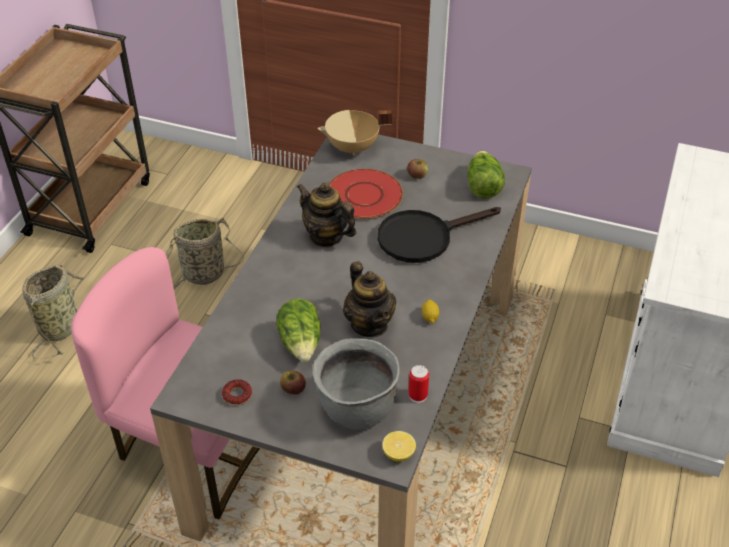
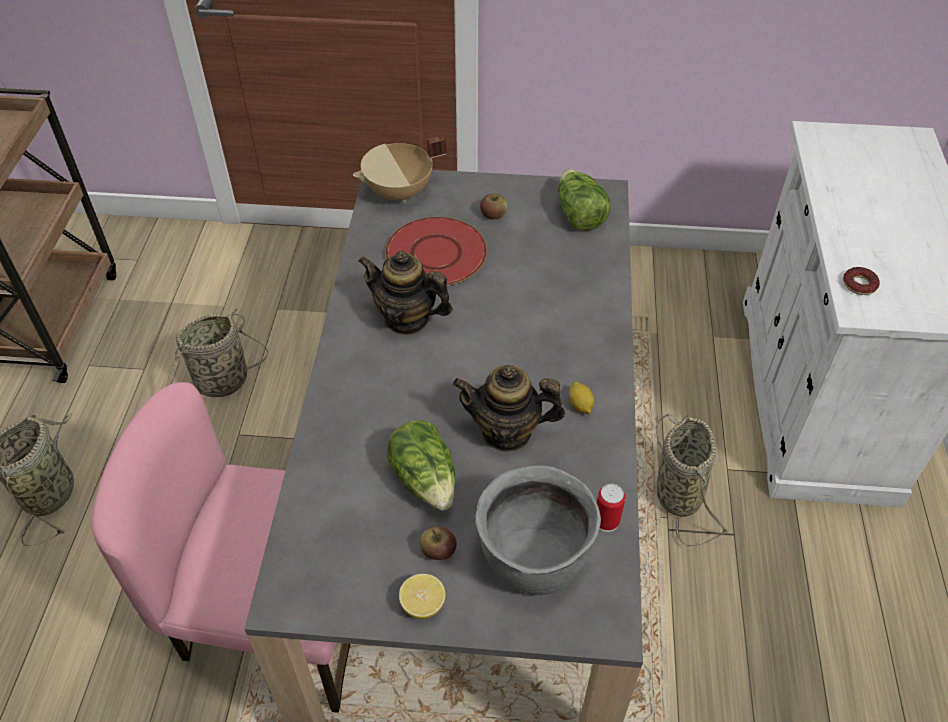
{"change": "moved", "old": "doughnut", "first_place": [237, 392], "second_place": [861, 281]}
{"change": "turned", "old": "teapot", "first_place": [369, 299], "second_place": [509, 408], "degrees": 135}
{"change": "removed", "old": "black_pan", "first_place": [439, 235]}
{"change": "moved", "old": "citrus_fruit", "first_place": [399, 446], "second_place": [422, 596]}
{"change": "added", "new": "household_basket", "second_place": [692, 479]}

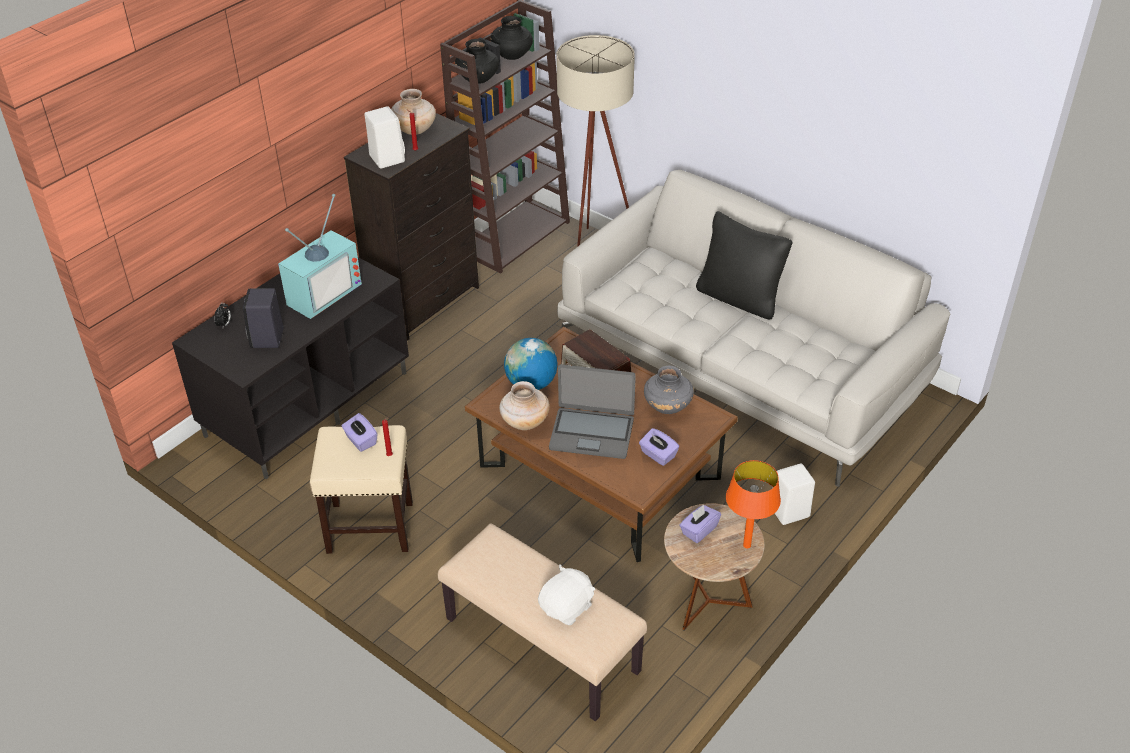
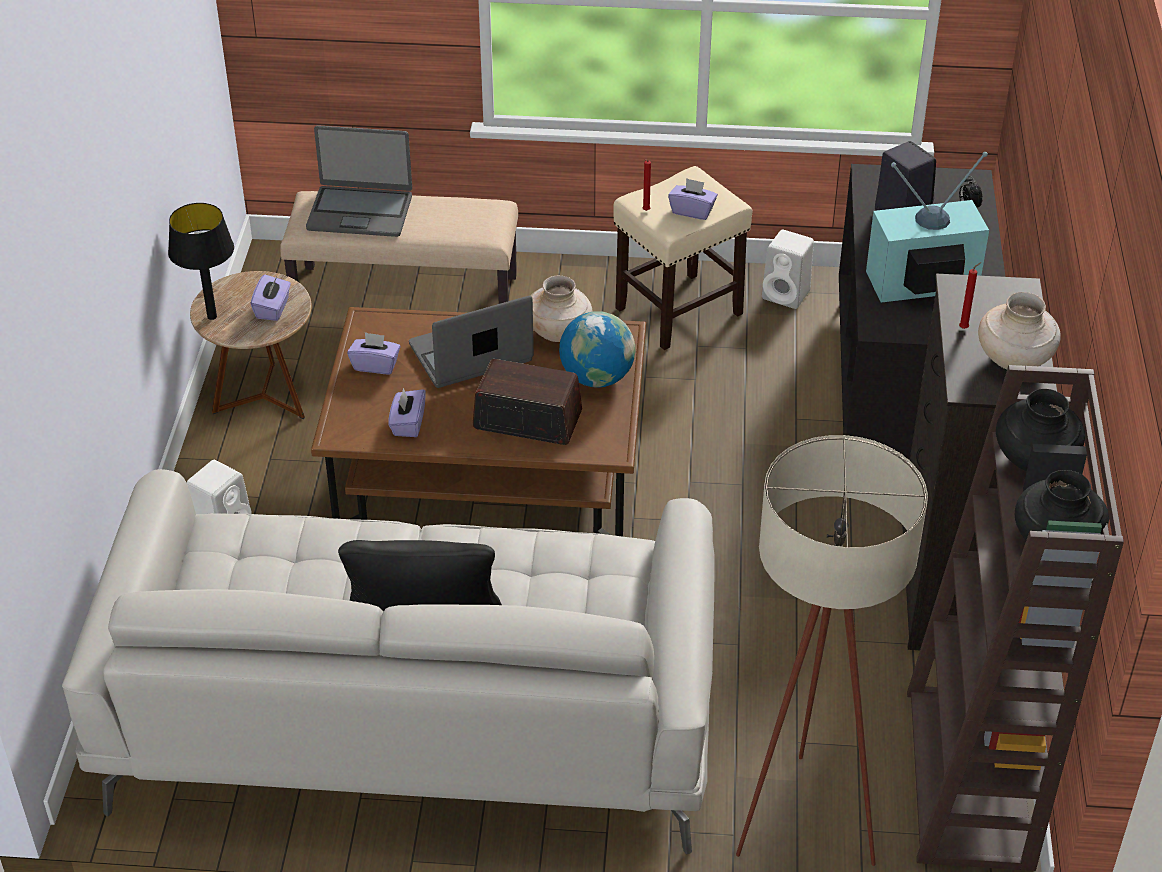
{"change": "turned", "old": "television", "first_place": [320, 256], "second_place": [927, 227], "degrees": 75}
{"change": "moved", "old": "whitish_speaker", "first_place": [384, 137], "second_place": [788, 269]}
{"change": "replaced", "old": "whitish_plush_toy", "new": "portable_computer", "first_place": [566, 594], "second_place": [359, 181]}
{"change": "replaced", "old": "grey_vase", "new": "purplish_tissue_holder", "first_place": [669, 390], "second_place": [407, 412]}
{"change": "recoloured", "old": "orange_table_lamp", "new": "black_table_lamp", "first_place": [753, 504], "second_place": [201, 261]}

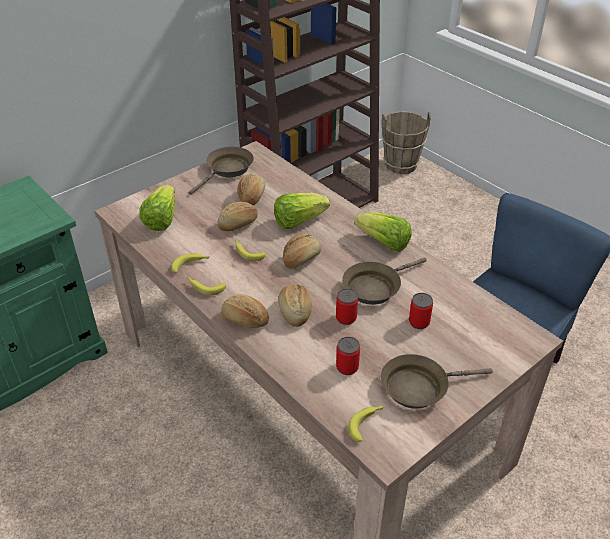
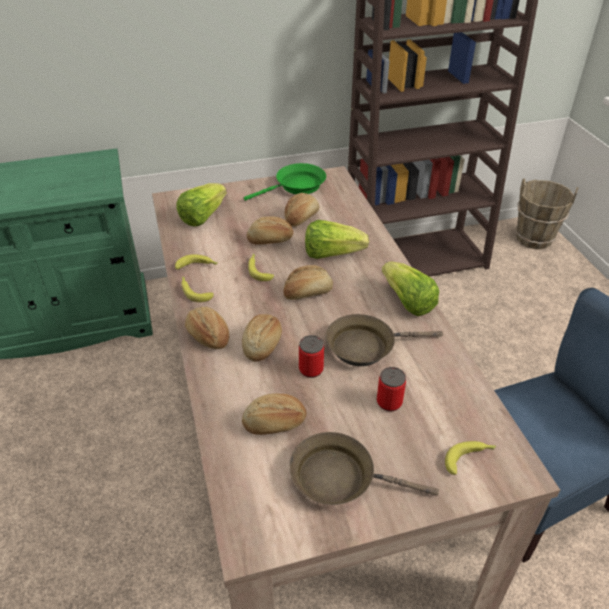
{"change": "recoloured", "old": "brownish_pan", "new": "green_pan", "first_place": [221, 170], "second_place": [285, 182]}
{"change": "replaced", "old": "metal_can", "new": "bread", "first_place": [348, 356], "second_place": [274, 414]}
{"change": "moved", "old": "banana_fruit", "first_place": [366, 423], "second_place": [470, 458]}

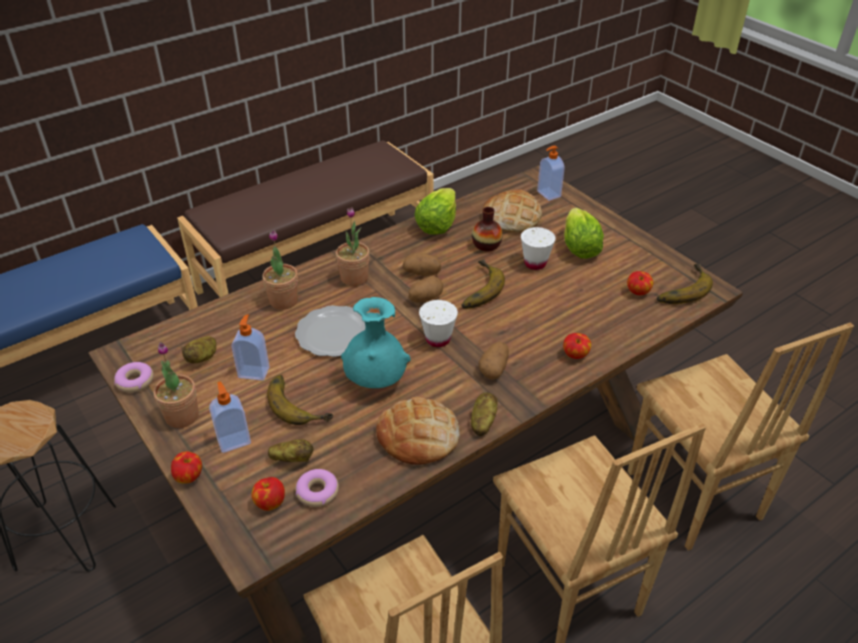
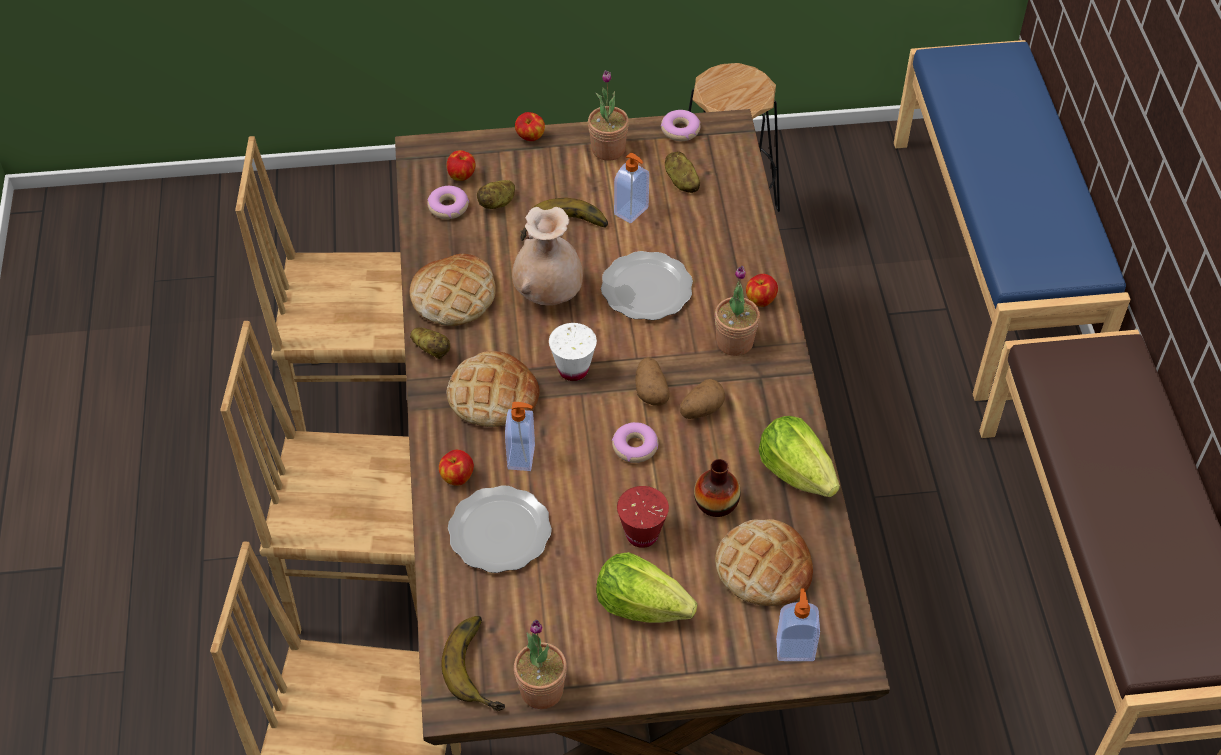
{"change": "moved", "old": "liquid_soap_bottle", "first_place": [230, 417], "second_place": [520, 436]}
{"change": "moved", "old": "plant_in_a_pot", "first_place": [280, 270], "second_place": [540, 664]}
{"change": "recoloured", "old": "blue-green_vase", "new": "sand-coloured_vase", "first_place": [375, 342], "second_place": [547, 256]}
{"change": "replaced", "old": "banana_fruit", "new": "doughnut", "first_place": [483, 284], "second_place": [635, 442]}
{"change": "replaced", "old": "potato", "new": "bread", "first_place": [494, 361], "second_place": [493, 389]}
{"change": "recoloured", "old": "whitish_cup", "new": "reddish_cup", "first_place": [538, 248], "second_place": [643, 517]}
{"change": "moved", "old": "apple", "first_place": [640, 283], "second_place": [762, 290]}
{"change": "added", "new": "dinner_plate", "second_place": [500, 529]}

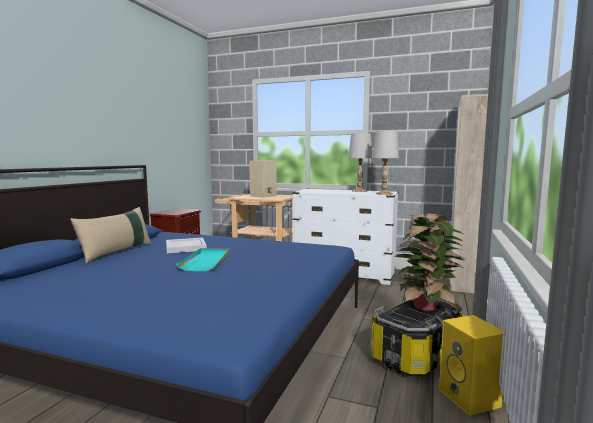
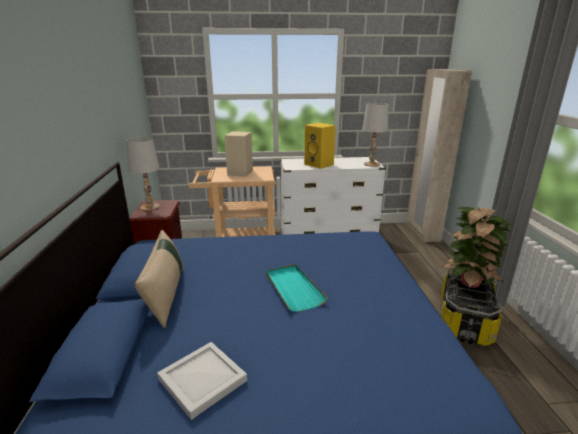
{"change": "moved", "old": "whitish_serving_tray", "first_place": [186, 245], "second_place": [202, 381]}
{"change": "moved", "old": "whitish_table_lamp", "first_place": [360, 162], "second_place": [143, 174]}
{"change": "moved", "old": "yellow-coloured_speaker", "first_place": [471, 365], "second_place": [320, 146]}

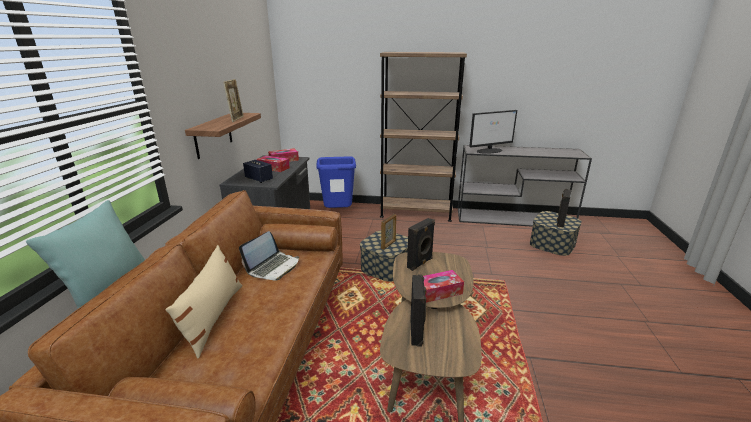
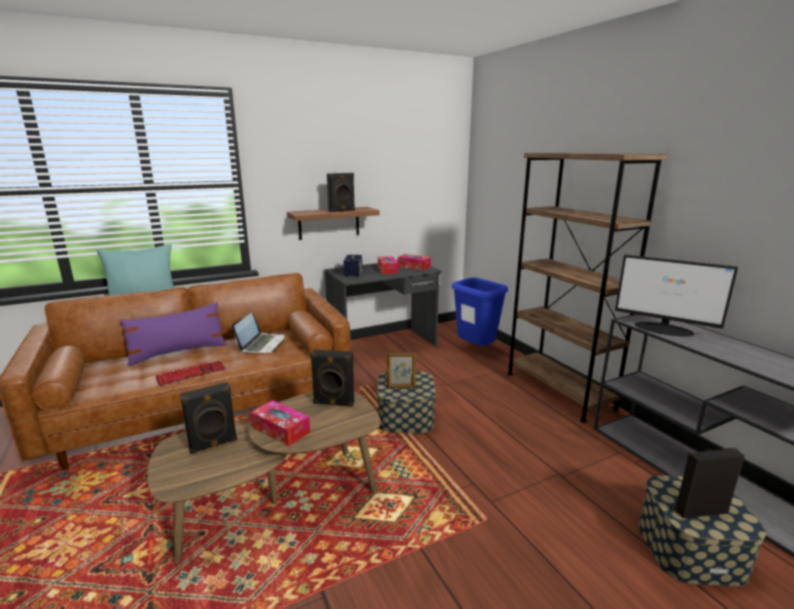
{"change": "recoloured", "old": "sand-coloured_throw_pillow", "new": "purplish_throw_pillow", "first_place": [203, 302], "second_place": [173, 334]}
{"change": "replaced", "old": "standing_frame", "new": "black_speaker", "first_place": [233, 100], "second_place": [341, 192]}
{"change": "turned", "old": "portable_computer", "first_place": [269, 255], "second_place": [258, 333], "degrees": -75}
{"change": "added", "new": "computer_keyboard", "second_place": [190, 373]}

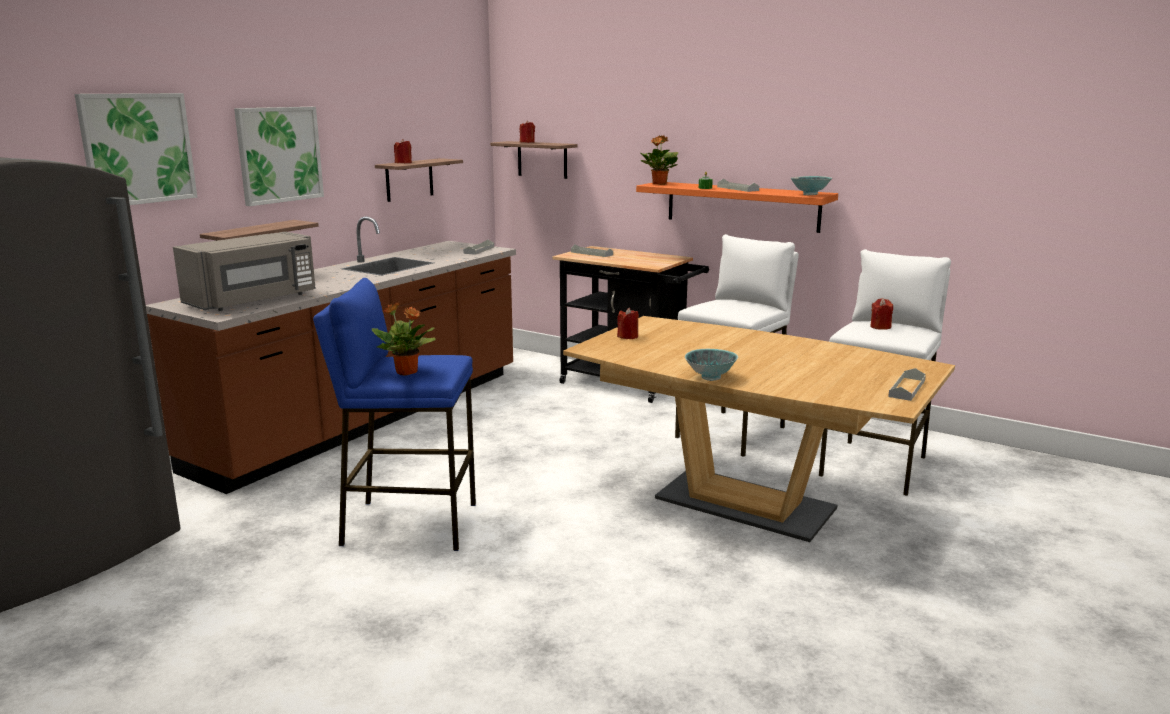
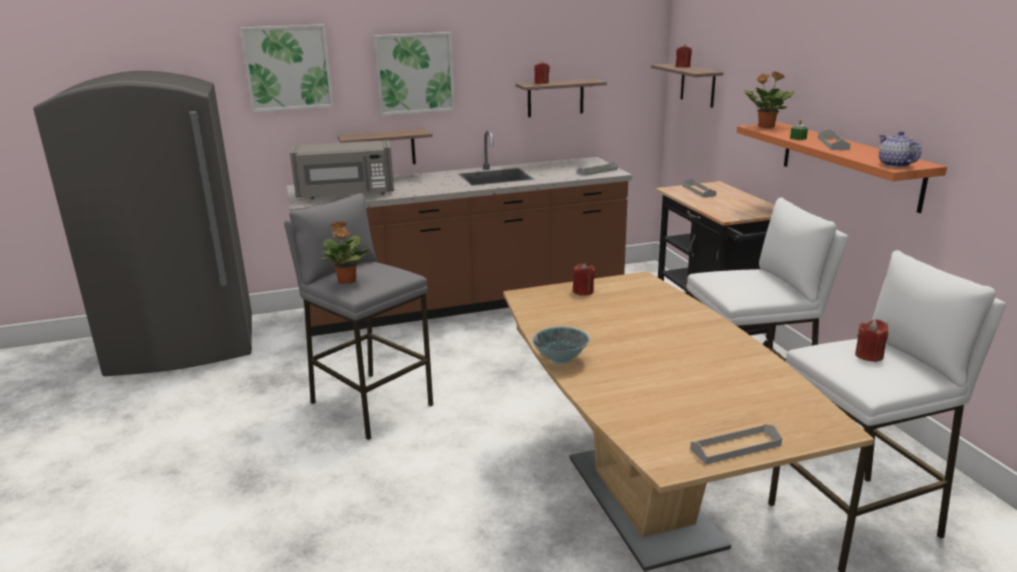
{"change": "recoloured", "old": "bluish_stool", "new": "grey_stool", "first_place": [394, 414], "second_place": [358, 316]}
{"change": "replaced", "old": "serving_bowl", "new": "teapot", "first_place": [811, 185], "second_place": [900, 149]}

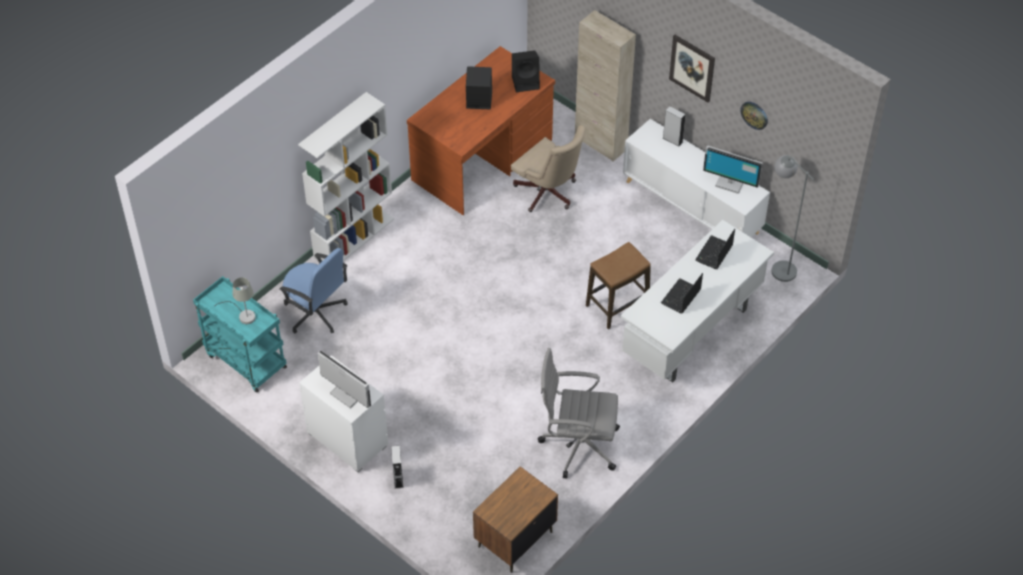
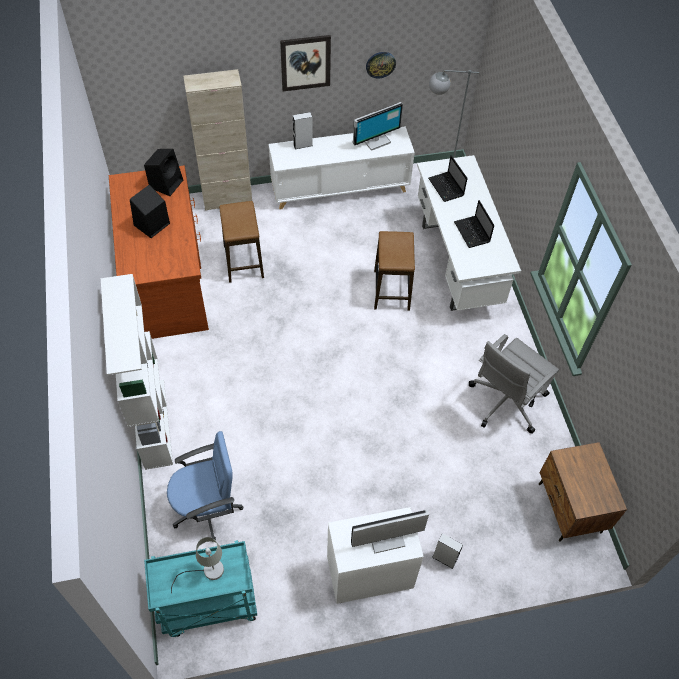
{"change": "replaced", "old": "sand-coloured_computer_chair", "new": "stool", "first_place": [548, 168], "second_place": [241, 242]}

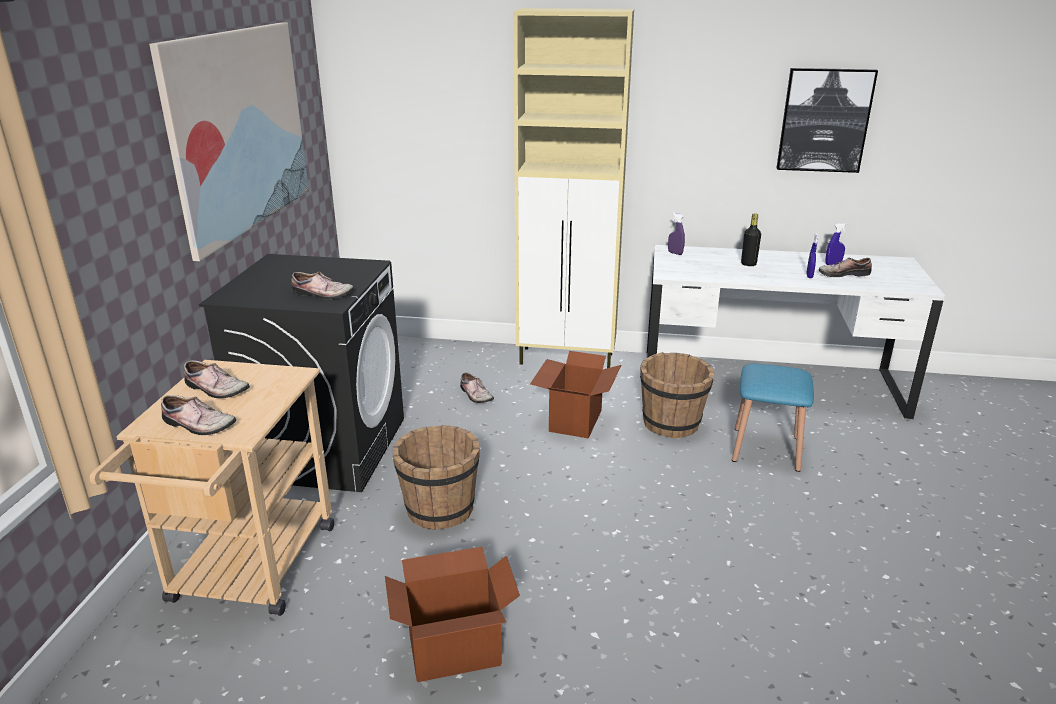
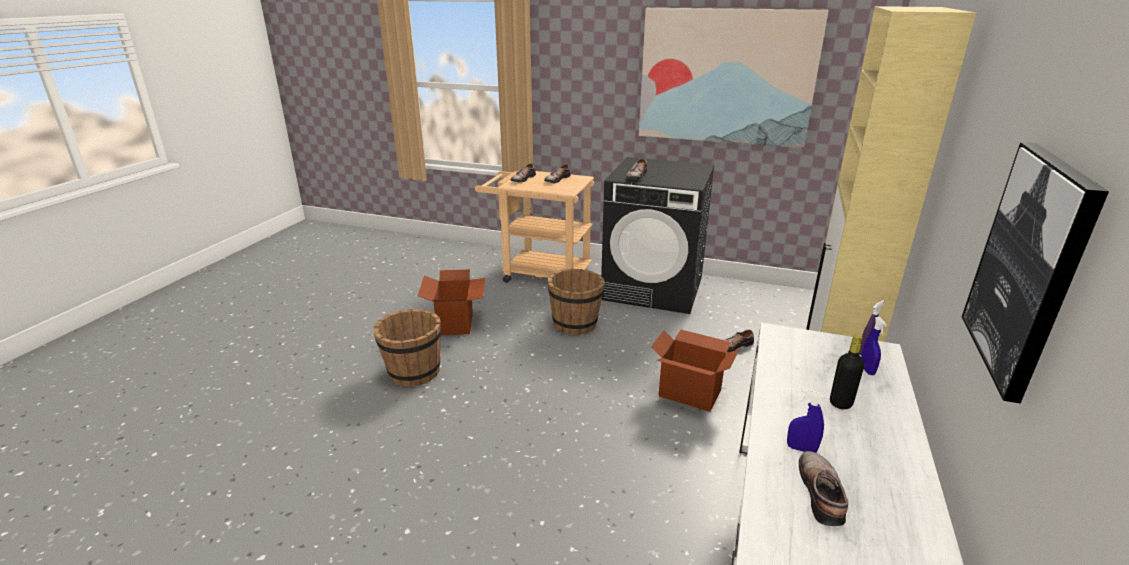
{"change": "moved", "old": "brownish_water_bucket", "first_place": [677, 395], "second_place": [407, 348]}
{"change": "removed", "old": "bluish_stool", "first_place": [773, 418]}
{"change": "moved", "old": "bluish_hand_sprayer", "first_place": [836, 244], "second_place": [874, 346]}

